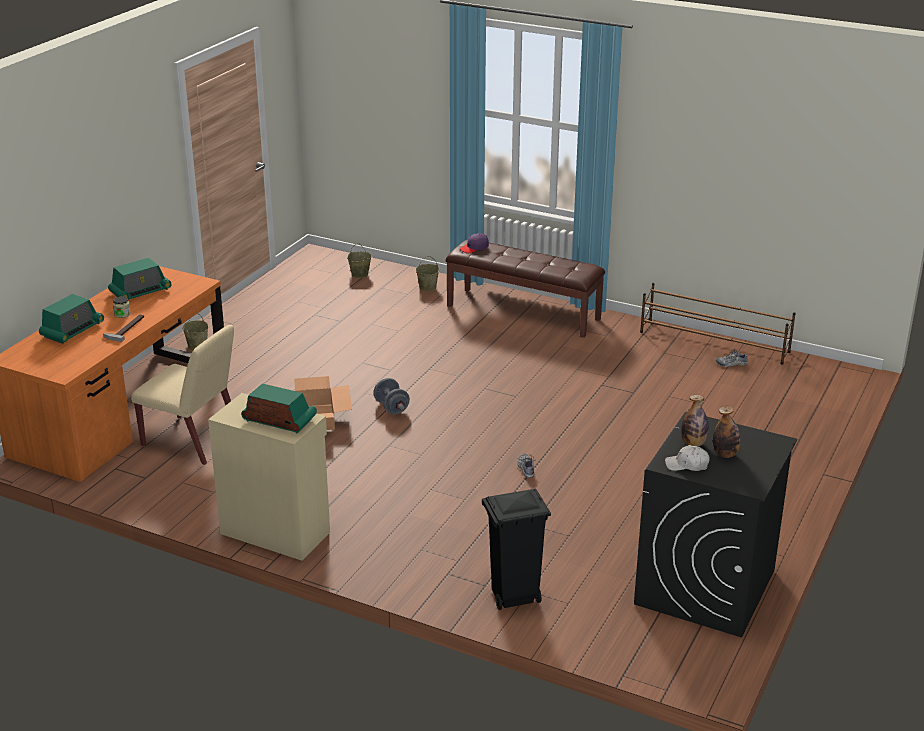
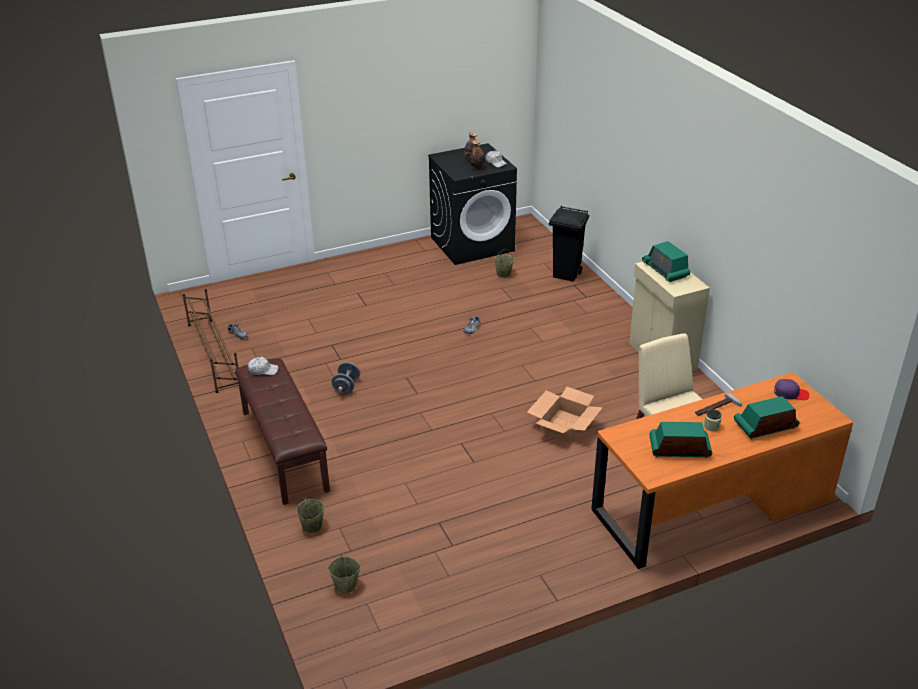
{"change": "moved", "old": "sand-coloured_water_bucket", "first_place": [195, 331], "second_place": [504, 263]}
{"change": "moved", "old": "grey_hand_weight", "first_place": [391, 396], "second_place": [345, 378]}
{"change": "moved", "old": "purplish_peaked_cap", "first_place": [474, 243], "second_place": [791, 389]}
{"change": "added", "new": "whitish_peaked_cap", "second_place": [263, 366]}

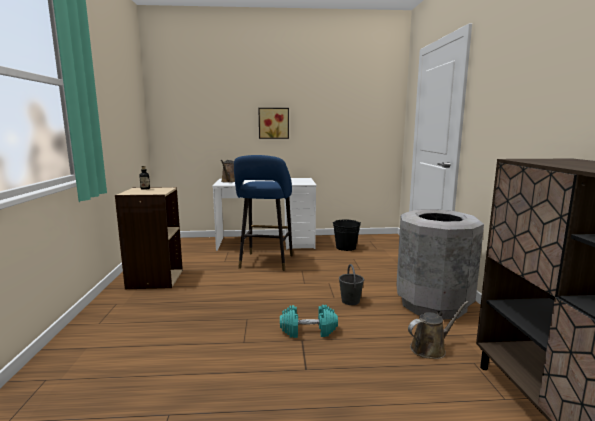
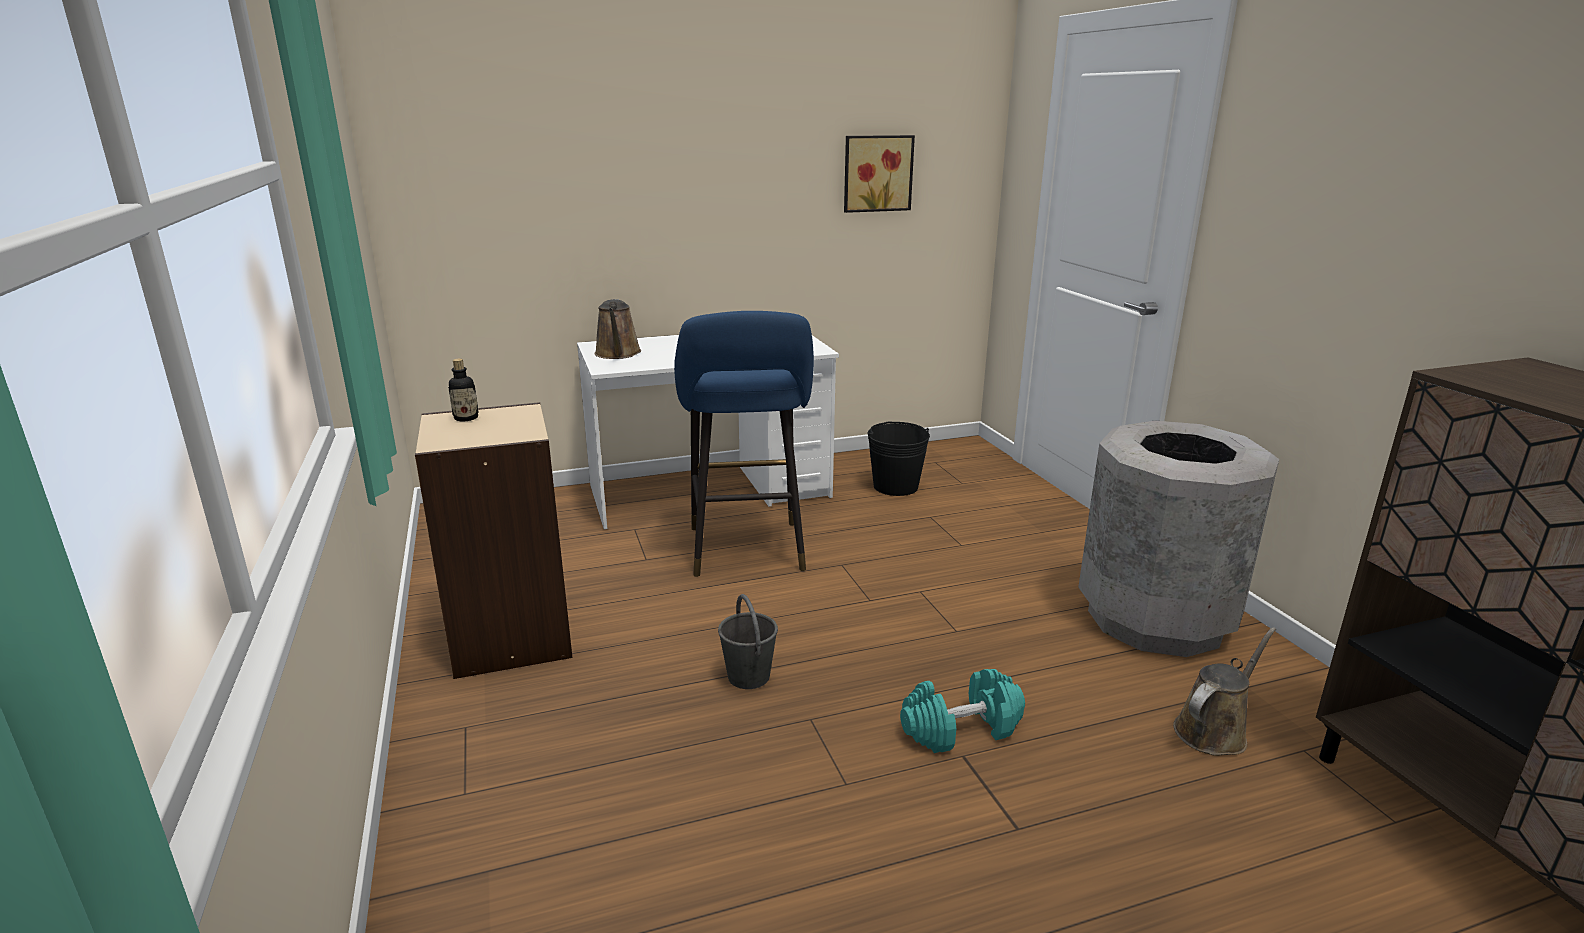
{"change": "moved", "old": "wall_art", "first_place": [273, 123], "second_place": [879, 174]}
{"change": "moved", "old": "grey_water_bucket", "first_place": [351, 284], "second_place": [748, 641]}

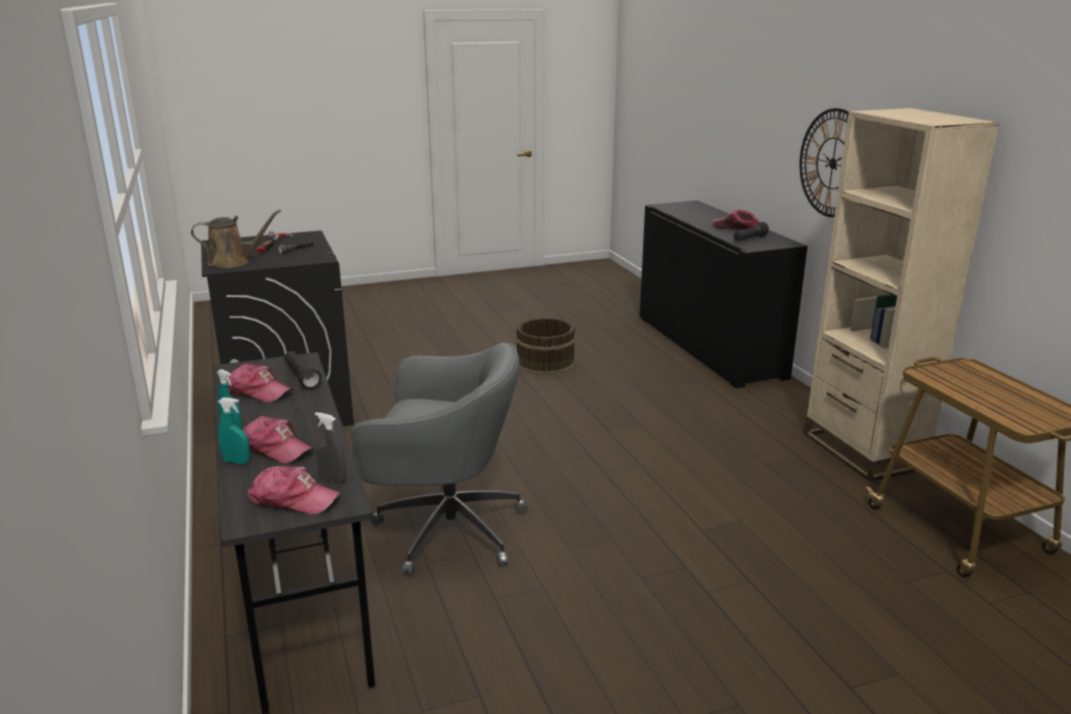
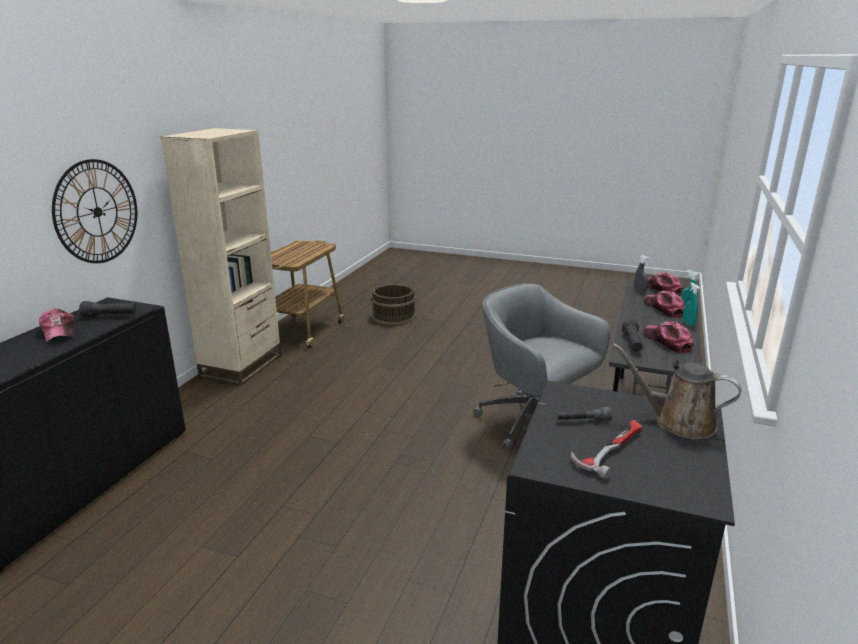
{"change": "moved", "old": "brownish_water_bucket", "first_place": [546, 346], "second_place": [393, 304]}

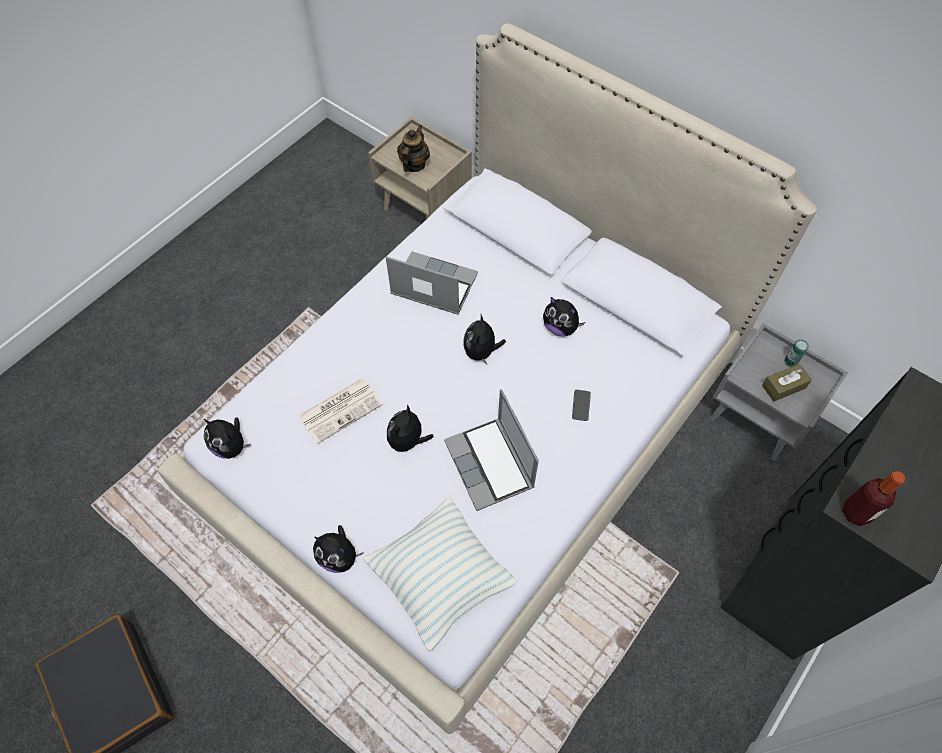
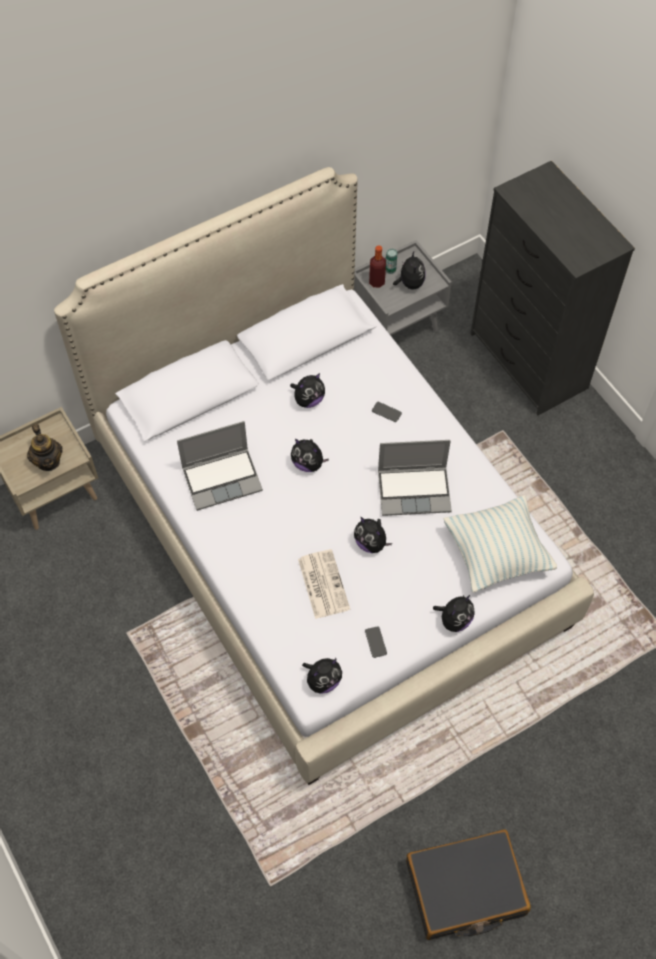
{"change": "turned", "old": "portable_computer", "first_place": [432, 283], "second_place": [220, 466], "degrees": -150}
{"change": "turned", "old": "teapot", "first_place": [413, 148], "second_place": [45, 447], "degrees": -150}
{"change": "replaced", "old": "brownish_tissue_holder", "new": "plush_toy", "first_place": [787, 383], "second_place": [409, 270]}
{"change": "moved", "old": "beverage_bottle", "first_place": [874, 499], "second_place": [377, 267]}
{"change": "added", "new": "telephone", "second_place": [376, 642]}

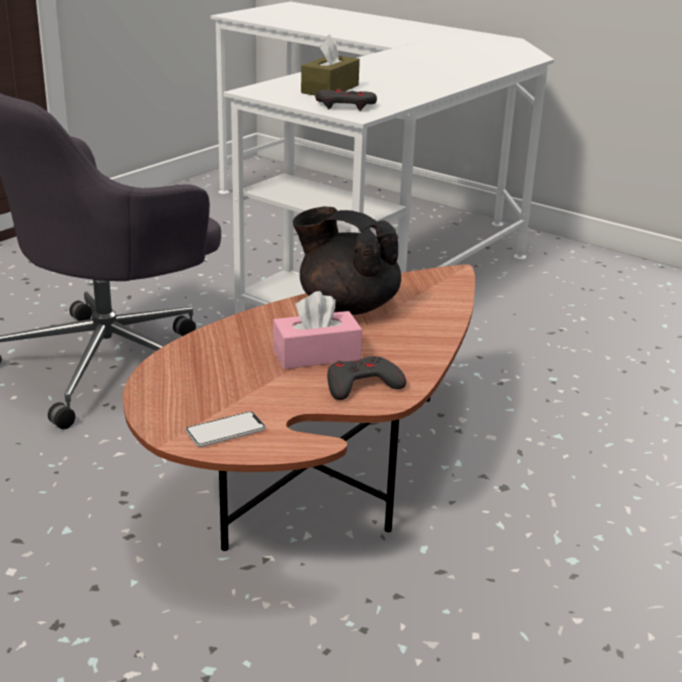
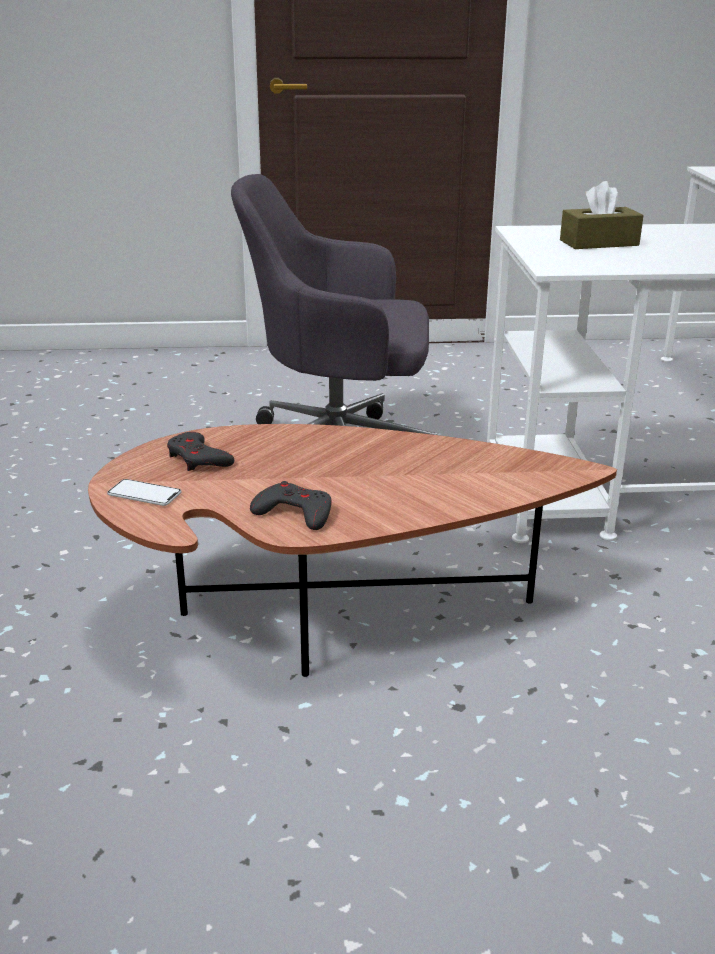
{"change": "removed", "old": "pink-coloured_tissue_holder", "first_place": [317, 330]}
{"change": "removed", "old": "black_teapot", "first_place": [347, 261]}
{"change": "moved", "old": "grey_game_controller", "first_place": [346, 99], "second_place": [201, 451]}

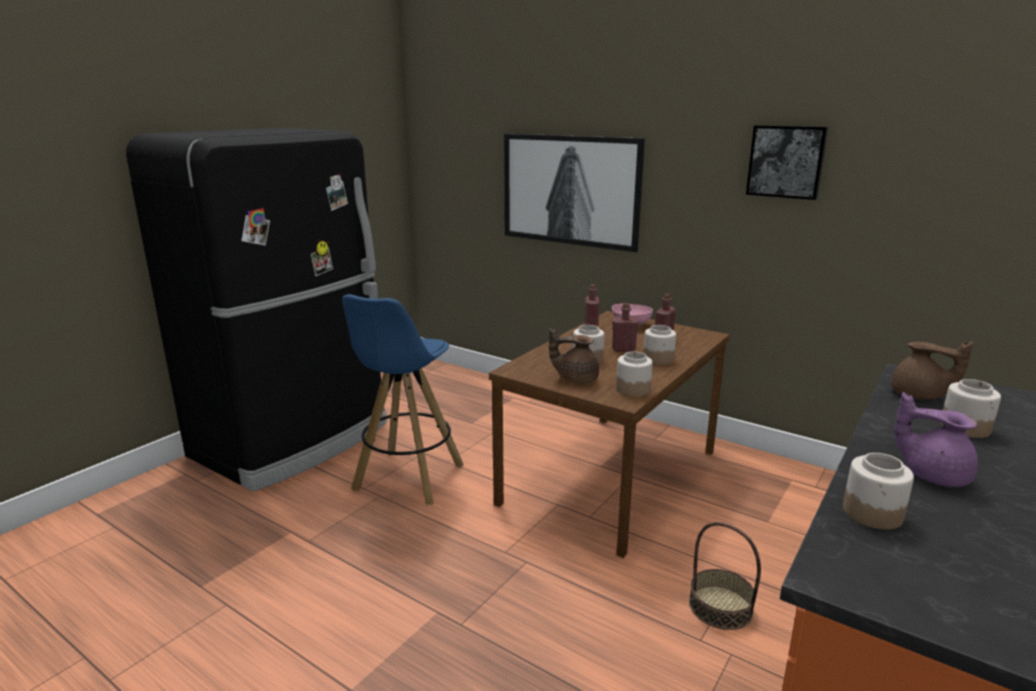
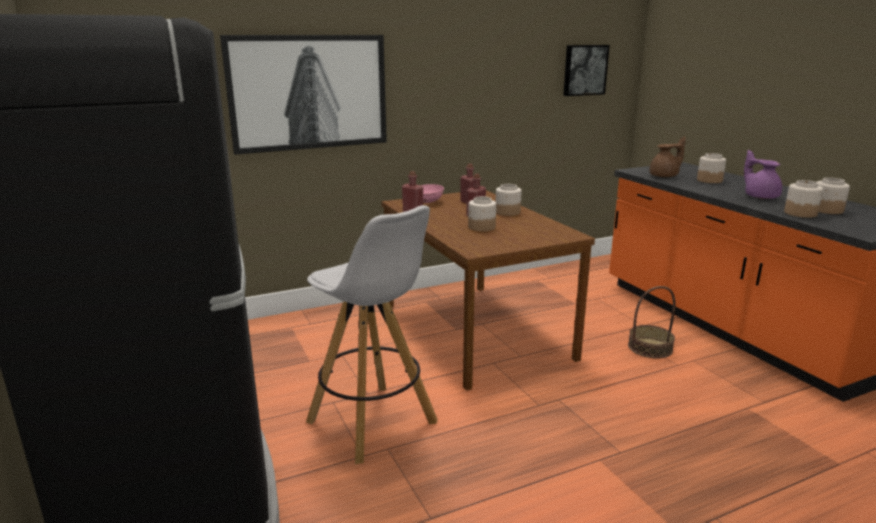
{"change": "recoloured", "old": "bluish_stool", "new": "whitish_stool", "first_place": [403, 399], "second_place": [372, 334]}
{"change": "removed", "old": "brownish_teapot", "first_place": [574, 356]}
{"change": "moved", "old": "preserve_jar", "first_place": [634, 374], "second_place": [833, 195]}
{"change": "moved", "old": "wall_art", "first_place": [787, 162], "second_place": [586, 70]}
{"change": "turned", "old": "purplish_teapot", "first_place": [936, 439], "second_place": [763, 174], "degrees": 90}

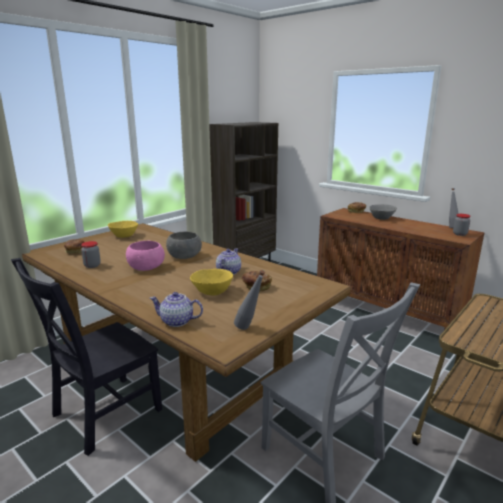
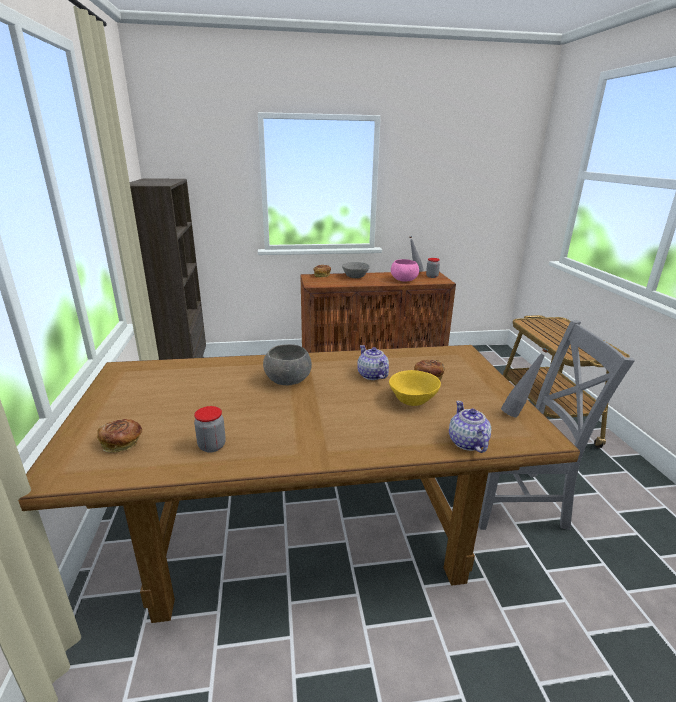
{"change": "removed", "old": "black_upright_chair", "first_place": [86, 357]}
{"change": "removed", "old": "yellow-coloured_serving_bowl", "first_place": [123, 229]}
{"change": "moved", "old": "pink-coloured_serving_bowl", "first_place": [145, 256], "second_place": [405, 270]}
{"change": "turned", "old": "teapot", "first_place": [176, 309], "second_place": [470, 427], "degrees": 120}

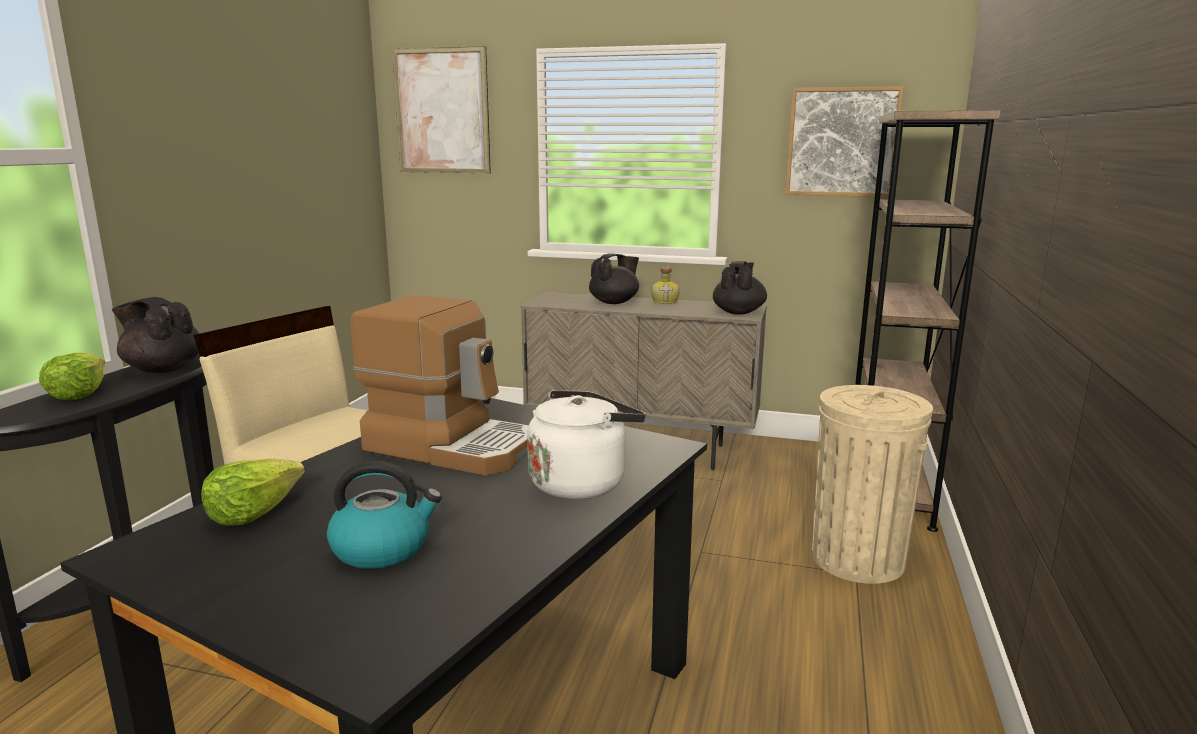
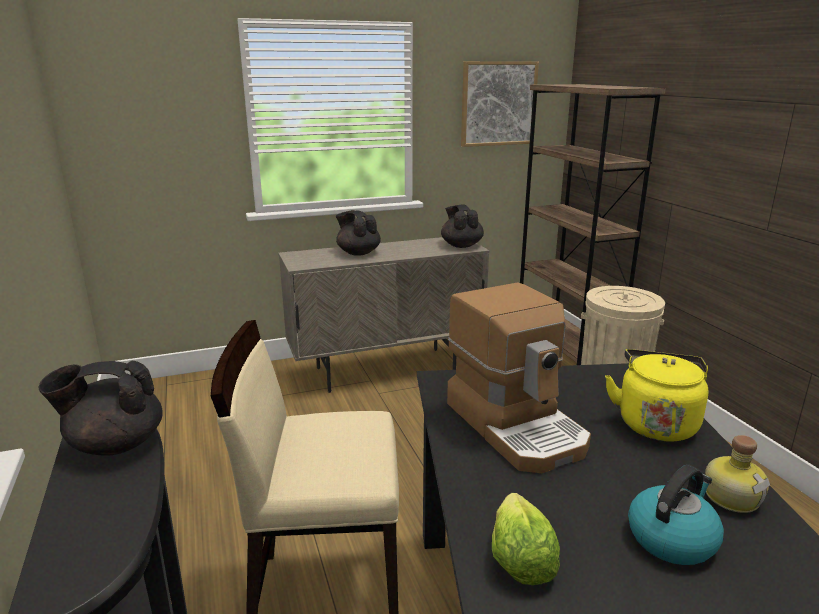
{"change": "removed", "old": "lettuce", "first_place": [72, 376]}
{"change": "turned", "old": "coffee_maker", "first_place": [440, 385], "second_place": [519, 377], "degrees": 75}
{"change": "removed", "old": "wall_art", "first_place": [441, 109]}
{"change": "recoloured", "old": "whitish_tea_kettle", "new": "yellow-coloured_tea_kettle", "first_place": [586, 445], "second_place": [656, 395]}
{"change": "turned", "old": "black_teapot", "first_place": [614, 279], "second_place": [358, 233], "degrees": -60}
{"change": "moved", "old": "beverage_bottle", "first_place": [665, 285], "second_place": [737, 474]}

